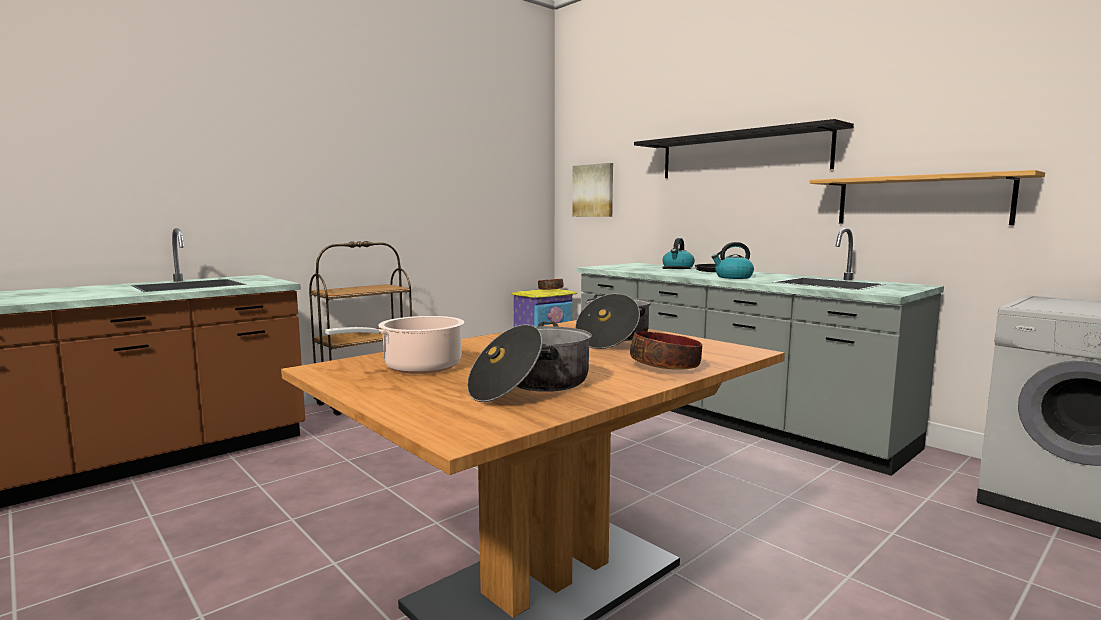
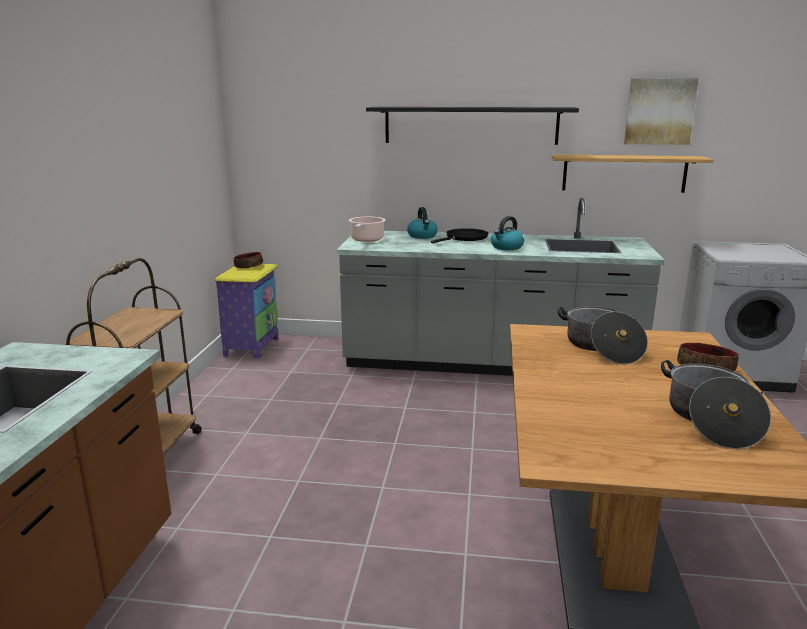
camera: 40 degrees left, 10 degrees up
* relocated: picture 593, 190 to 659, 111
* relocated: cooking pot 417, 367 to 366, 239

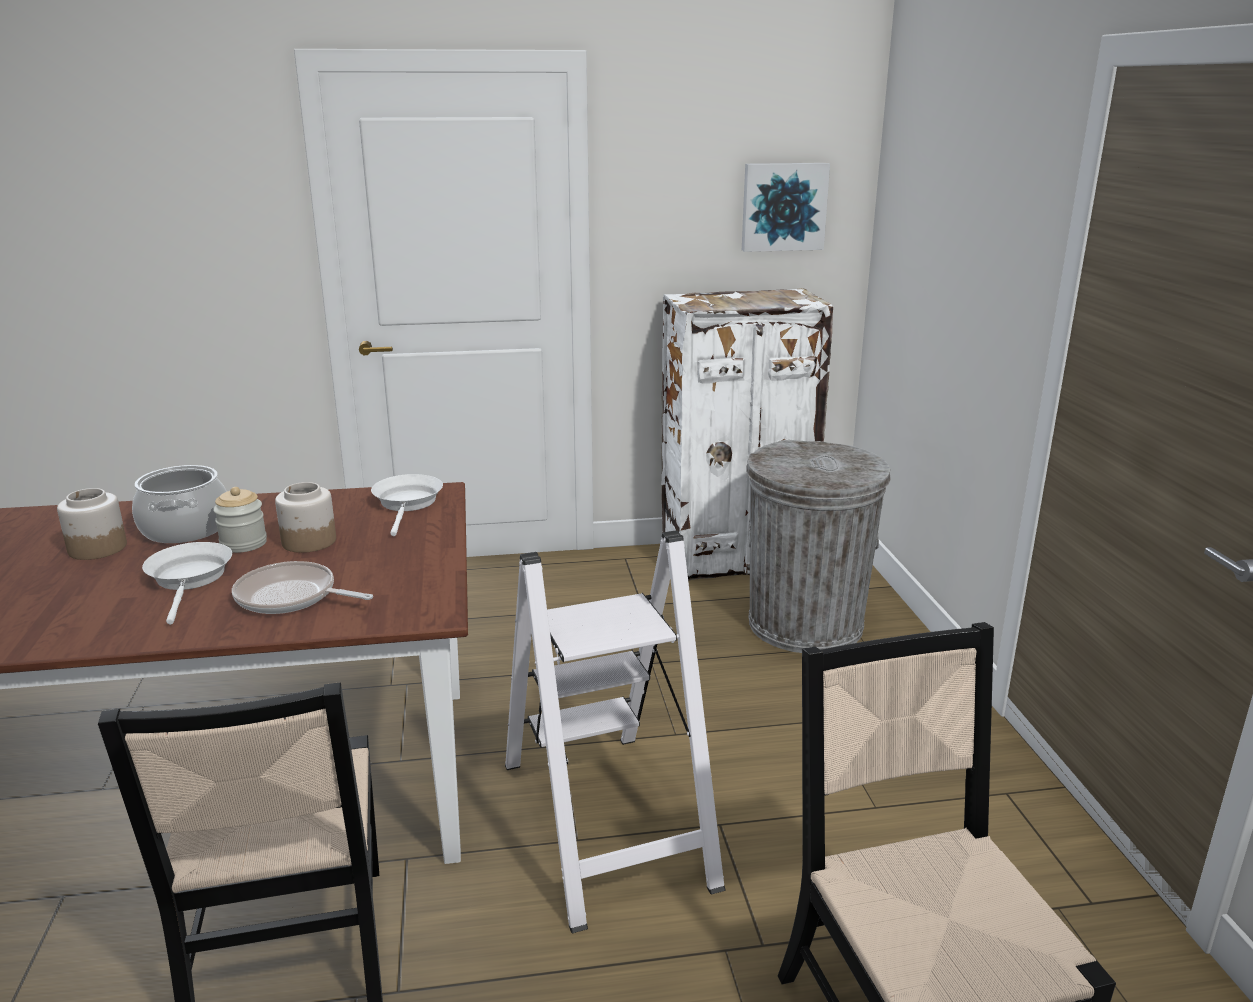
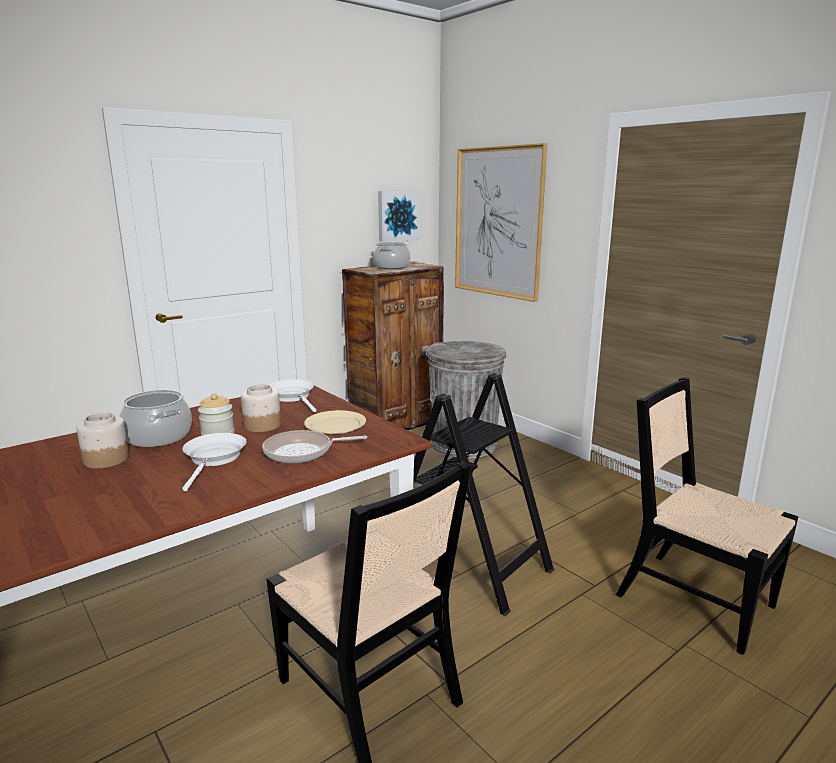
camera: 30 degrees left, 5 degrees down
* colour: storage cabinet in white 736, 559 to storage cabinet in brown-coloured 397, 423
* colour: step ladder in white 606, 824 to step ladder in blackish 467, 562
* spun: skillet in white 190, 579 = 214, 459 45 degrees clockwise
* appeared: picture 497, 222
* appeared: cooking pot 391, 266
* appeared: flat dish in beige 335, 425

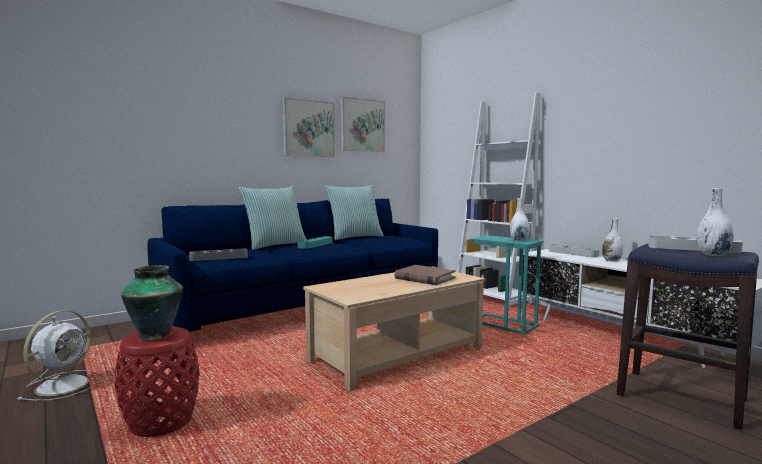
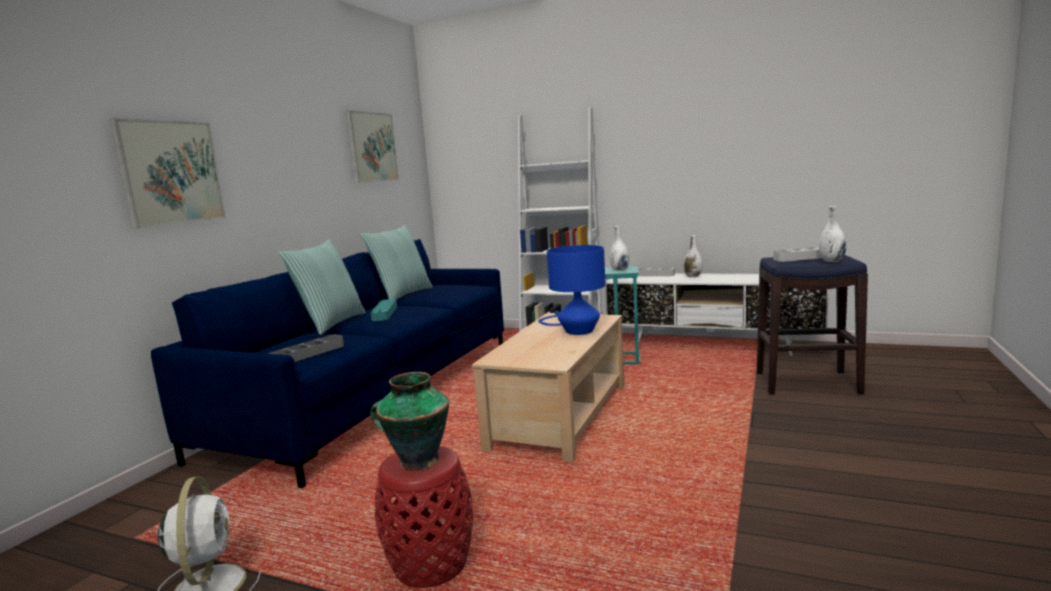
camera: 30 degrees left, 5 degrees up
* relocated: picture 309, 128 to 171, 172
* exchanged: book in brown-coloured 424, 278 to lamp for a table in blue-coloured 570, 327

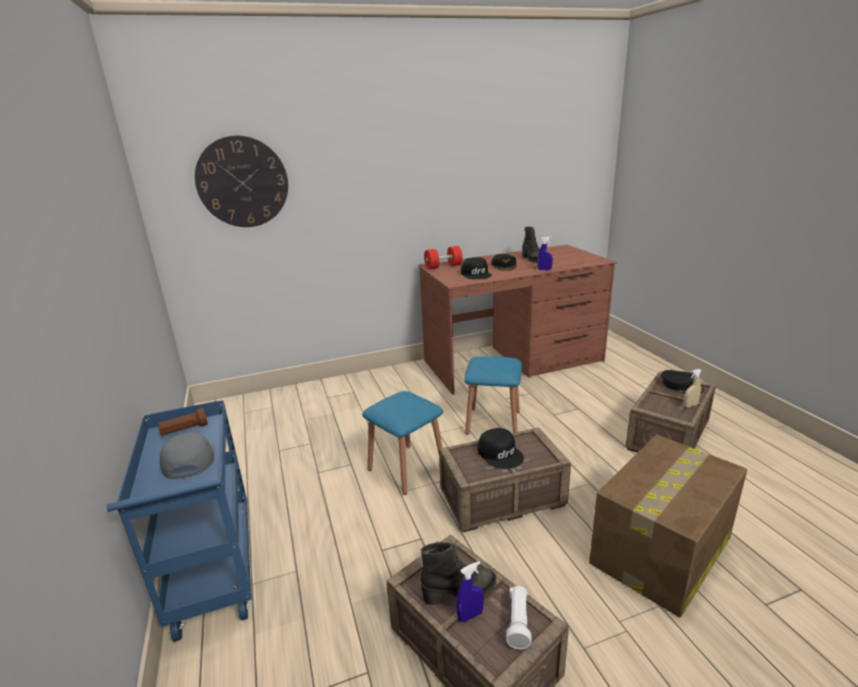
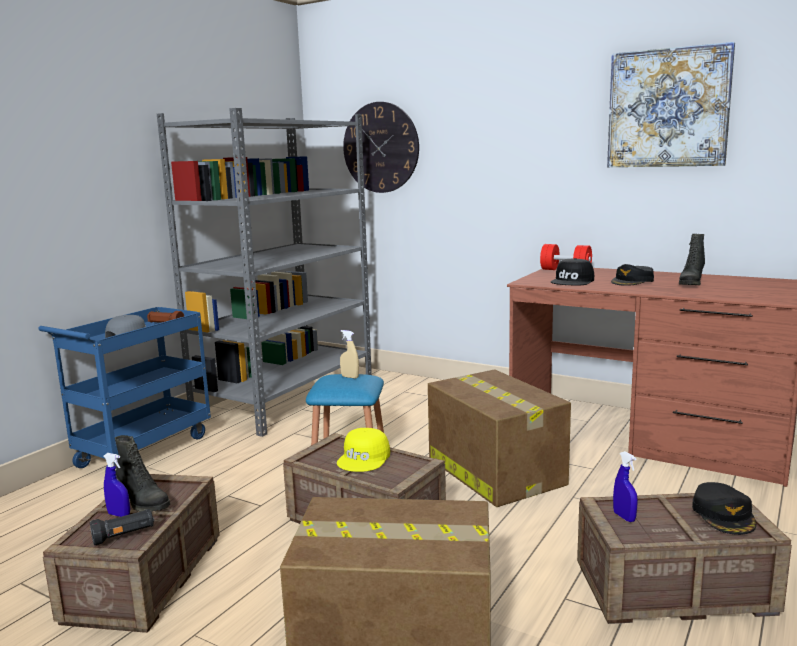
camera: 50 degrees right, 10 degrees down
* relocated: hand sprayer in blue-coloured 544, 269 to 624, 517
* exchanged: stool in blue-coloured 493, 422 to cardboard box 494, 470
* relocated: hand sprayer in beige 690, 405 to 350, 377
* colour: cap in blackish 500, 453 to cap in yellow-coloured 364, 458
* colour: hand torch in white 518, 623 to hand torch in blackish 124, 535
* appeared: picture 668, 108
* appeared: bookcase in gray 287, 398

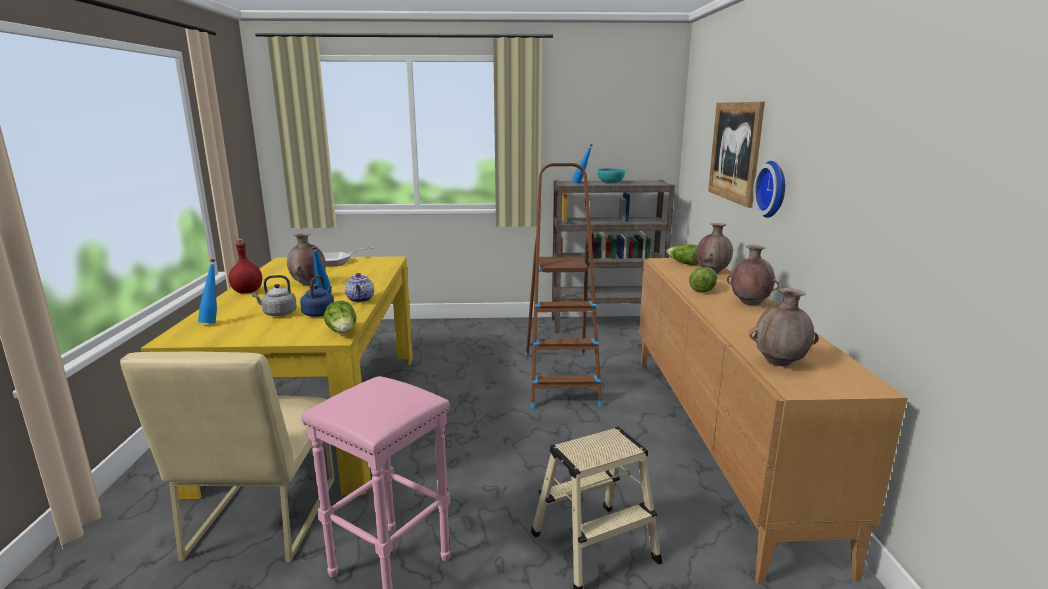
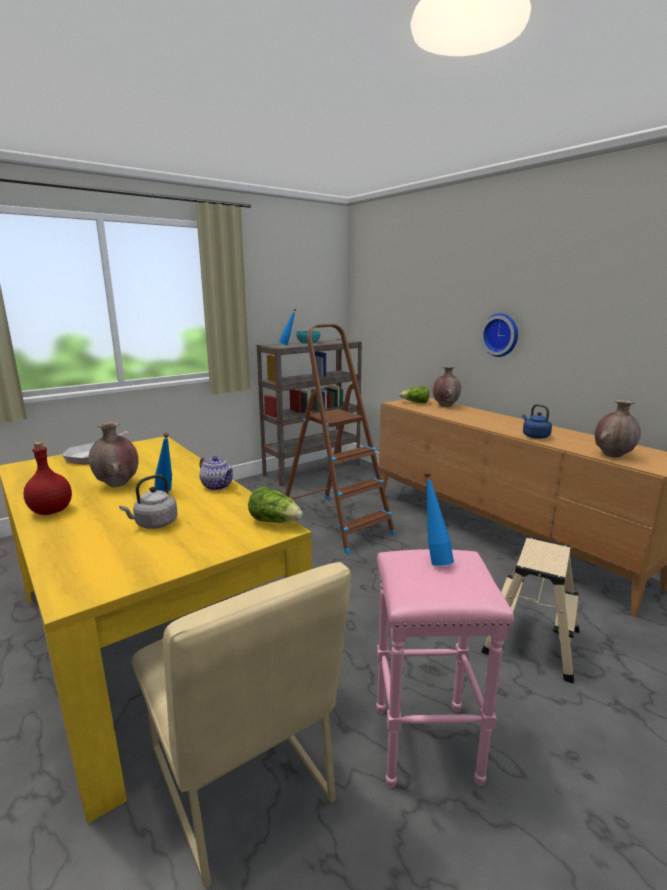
camera: 35 degrees left, 0 degrees up
* missing: picture 735, 151
* missing: decorative vase in brown-coloured 749, 303
* relocated: beverage bottle in blue-coloured 213, 322 to 434, 560
* missing: head of lettuce 702, 289
* relocated: kettle in blue-coloured 319, 313 to 534, 436

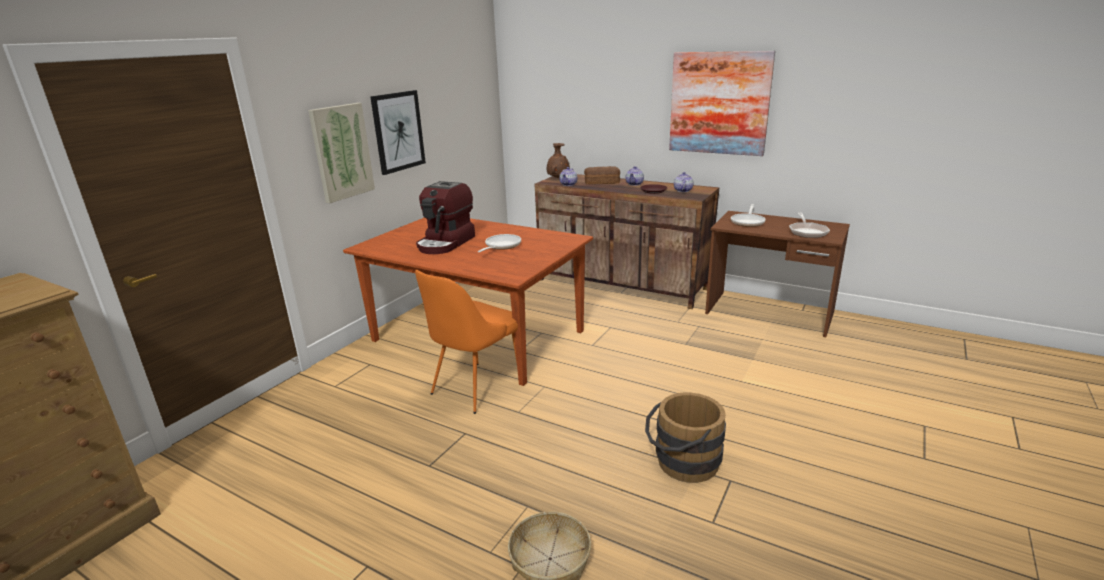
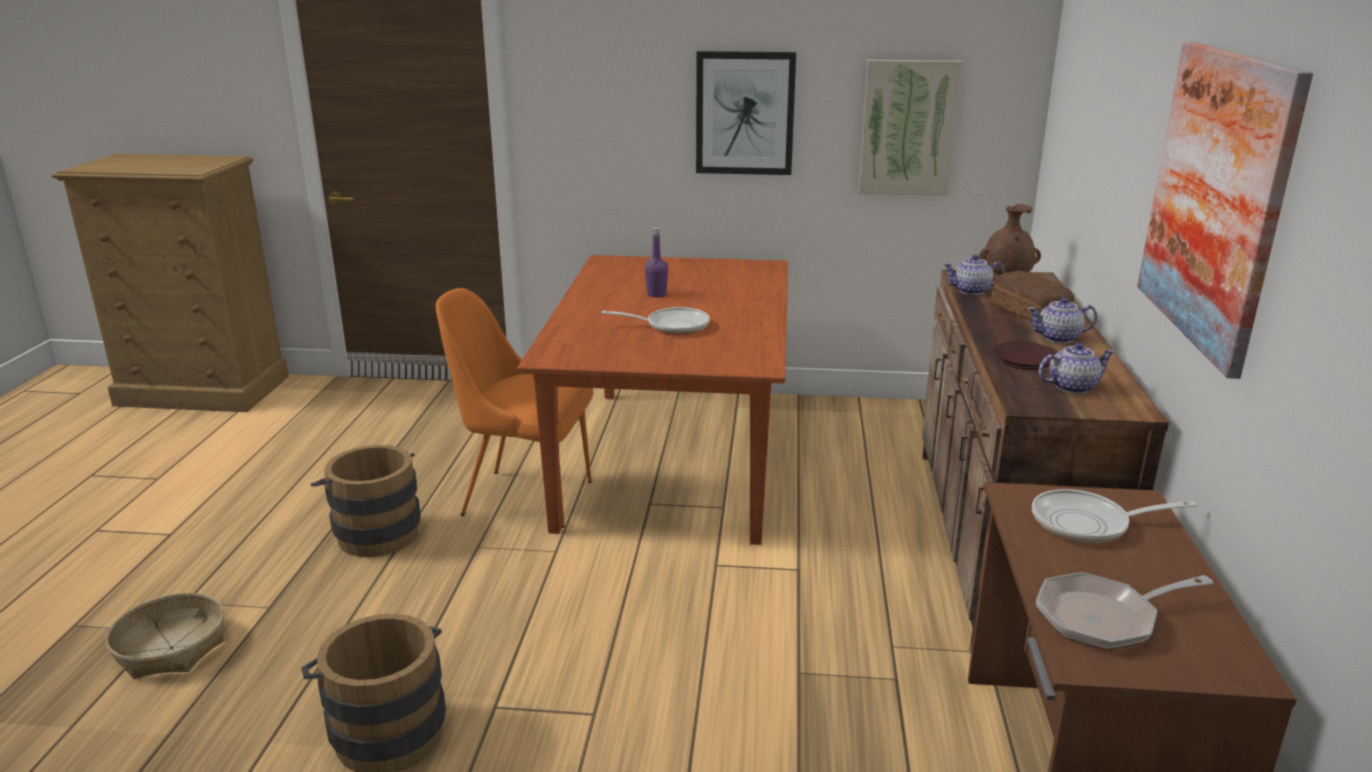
camera: 65 degrees right, 0 degrees up
* relocated: picture 341, 152 to 908, 128
* exchanged: coffee brewer 446, 243 to beverage bottle in purple 656, 294
* appeared: water bucket in brown-coloured 374, 532

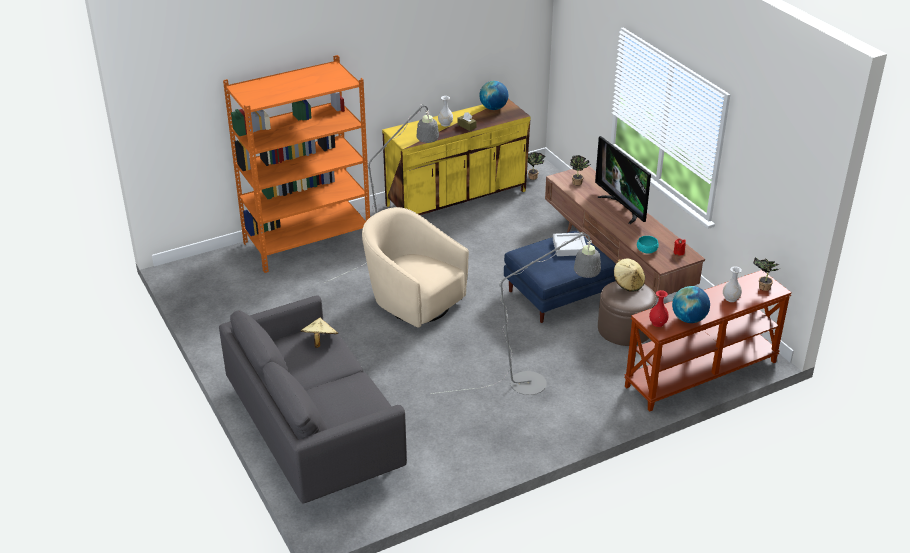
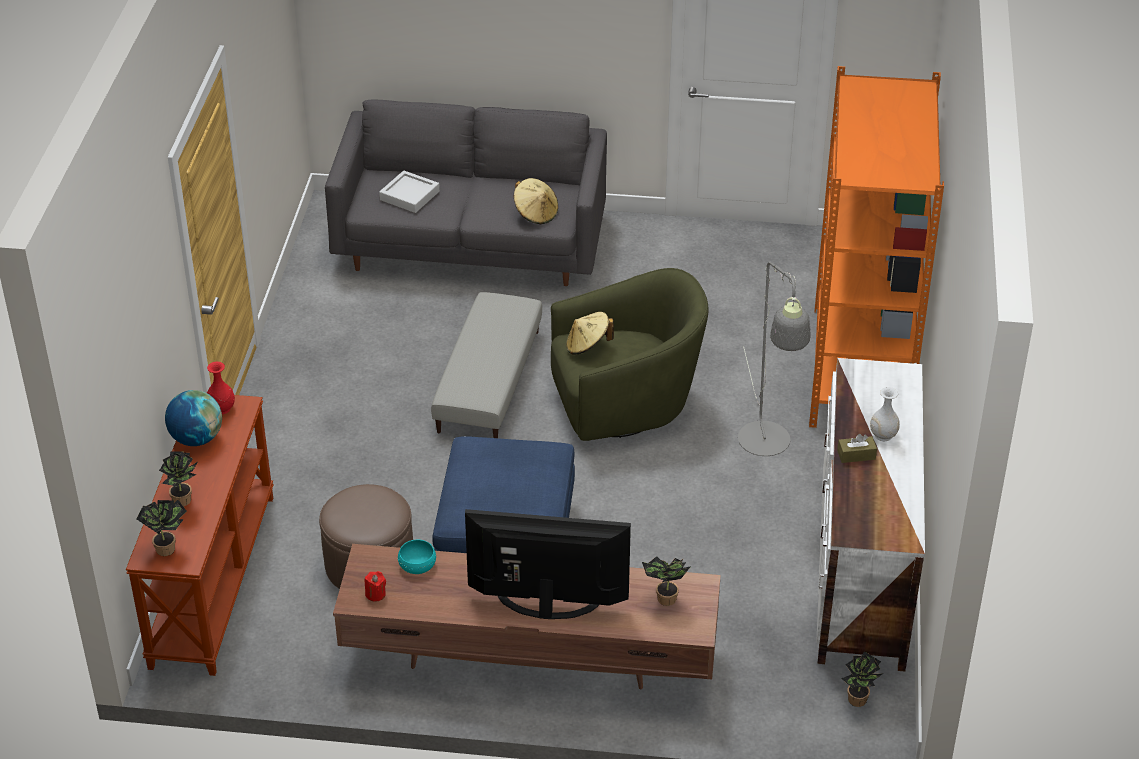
camera: 125 degrees right, 5 degrees up
* missing: desk globe 493, 108
* colour: storage cabinet in yellow-coloured 458, 198 to storage cabinet in white 860, 571
* colour: lounge chair in beige 413, 301 to lounge chair in green-coloured 626, 404
* missing: standing lamp in gray 538, 381
* relocated: tray in gray 569, 247 to 409, 196
* relocated: clothing hat in beige 628, 284 to 587, 346
* exchanged: decorative vase in white 731, 298 to potted plant 184, 501
* appeared: pouffe in gray 488, 381

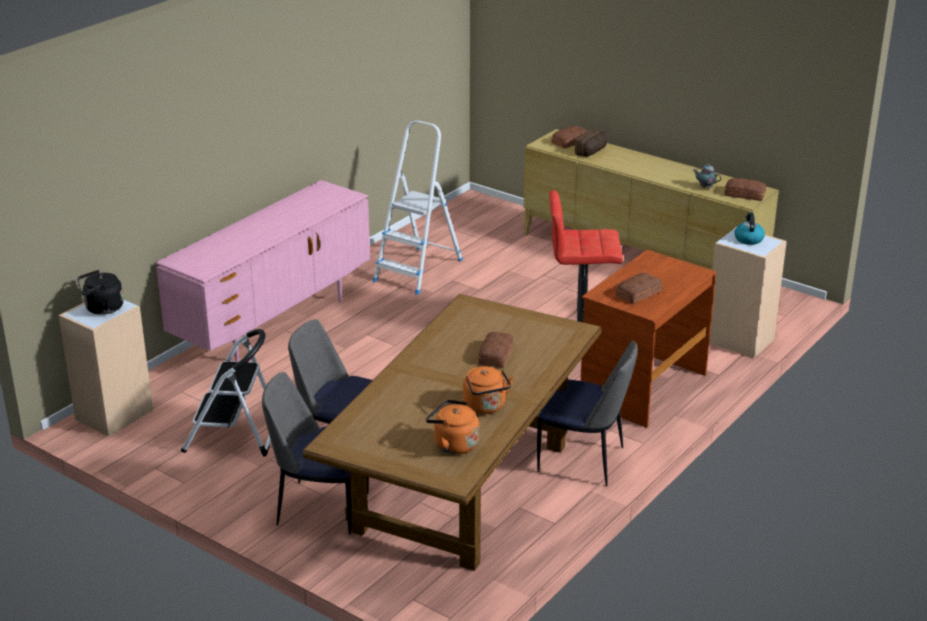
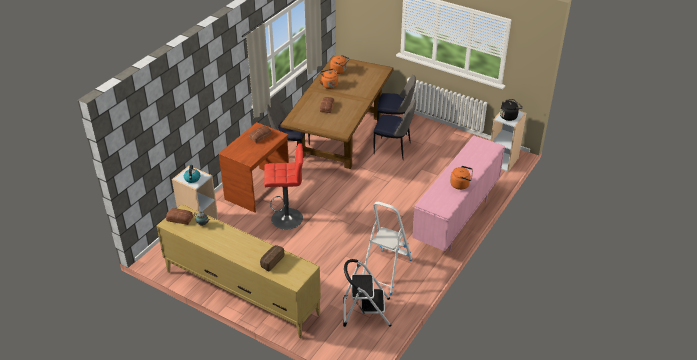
camera: 175 degrees right, 10 degrees up
* missing: baked bread 569, 141
* relocated: step ladder 235, 435 to 364, 312
* appeared: kettle in orange 461, 185

